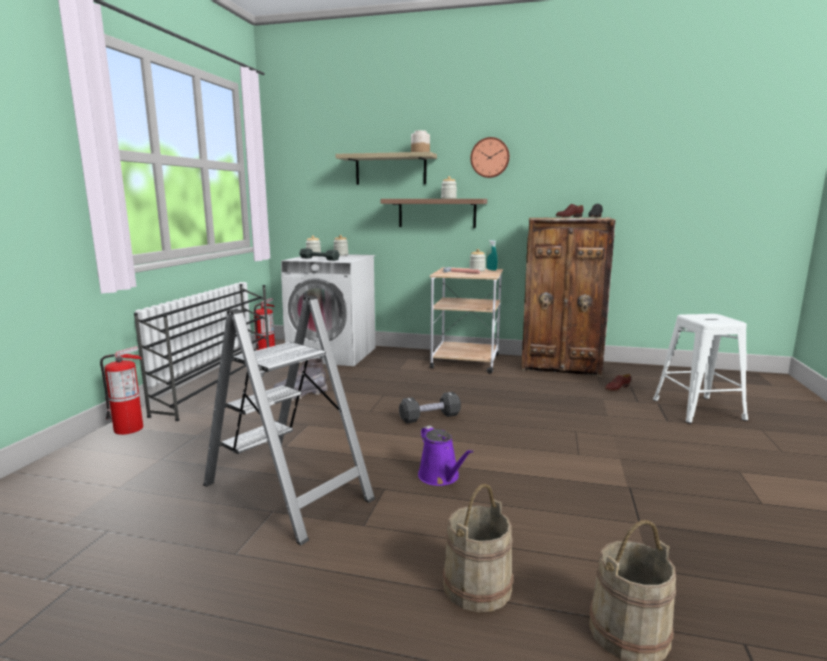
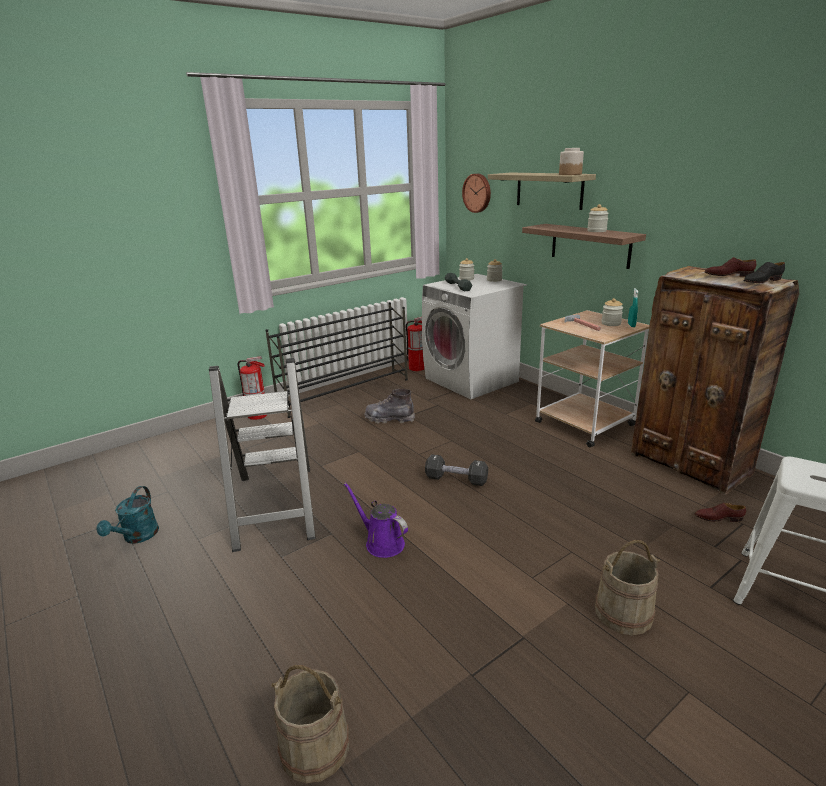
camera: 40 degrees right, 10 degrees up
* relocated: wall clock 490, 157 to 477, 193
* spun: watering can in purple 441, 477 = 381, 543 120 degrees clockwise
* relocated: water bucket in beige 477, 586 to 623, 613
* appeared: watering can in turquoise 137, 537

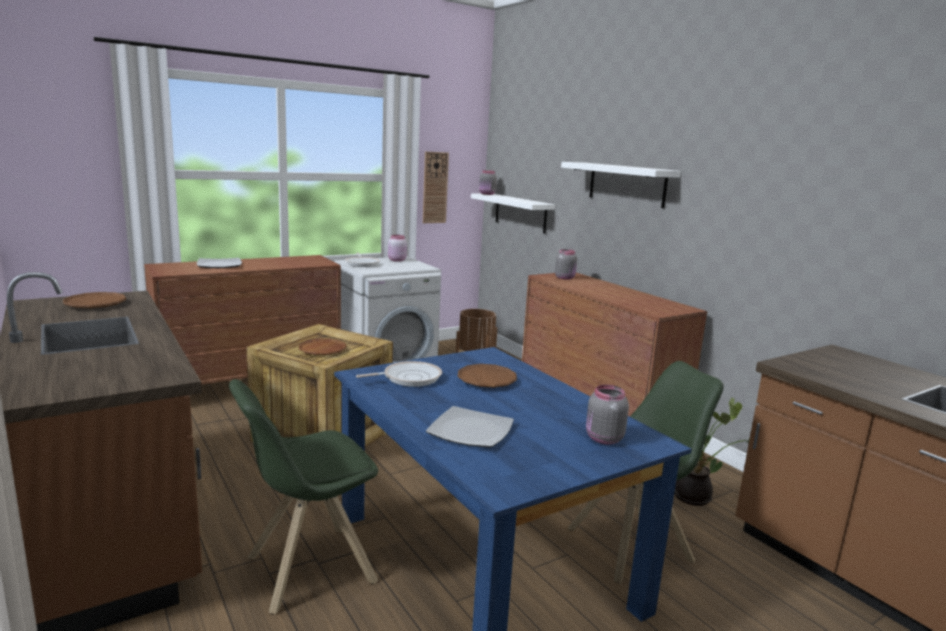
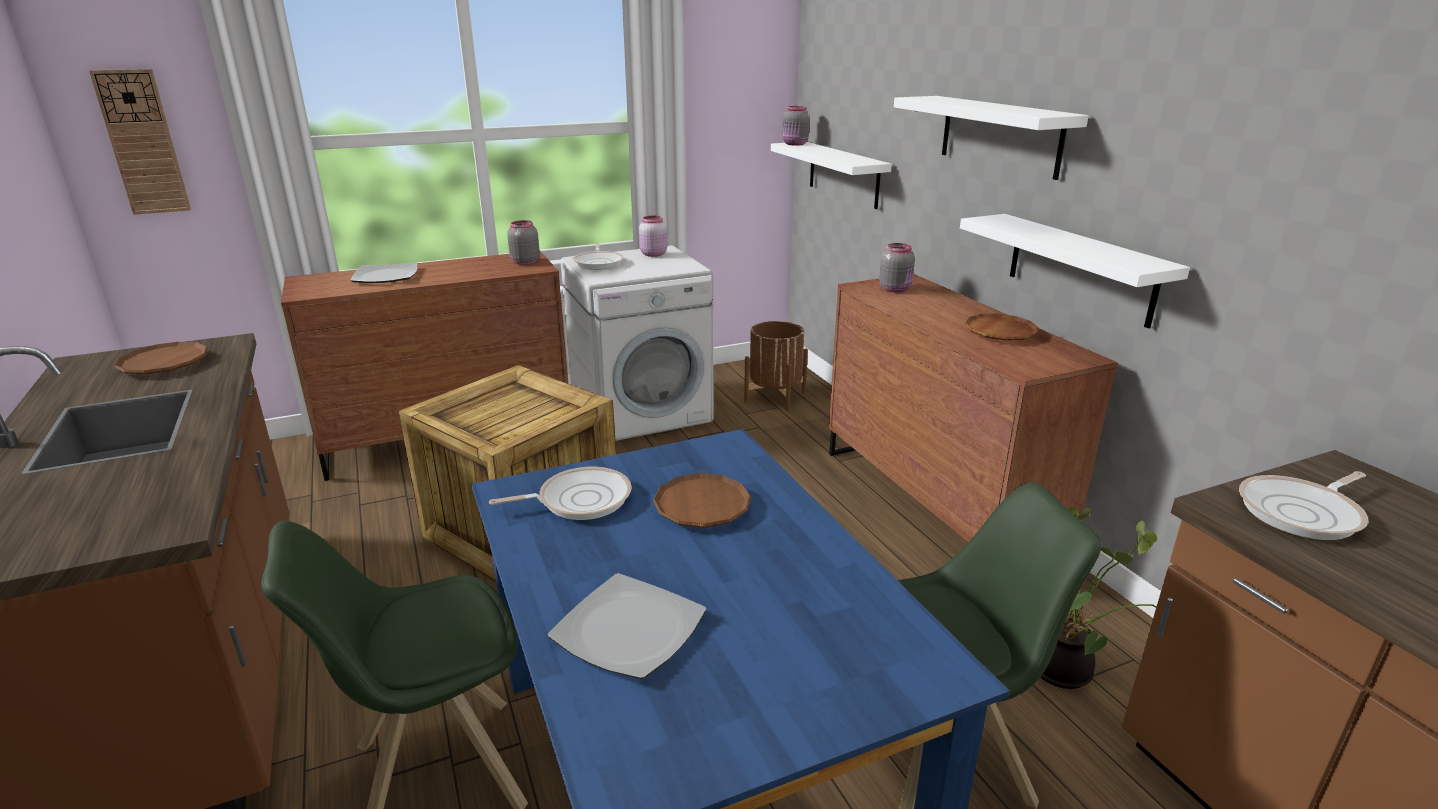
camera: 10 degrees right, 10 degrees up
* relocated: wall clock 435, 187 to 142, 143
* relocated: flat dish in brown-coloured 322, 350 to 1000, 332
* relocated: preserve jar in gray 603, 439 to 524, 262
* appeared: bracket shelf in white 1080, 268
* appeared: skillet 1303, 513

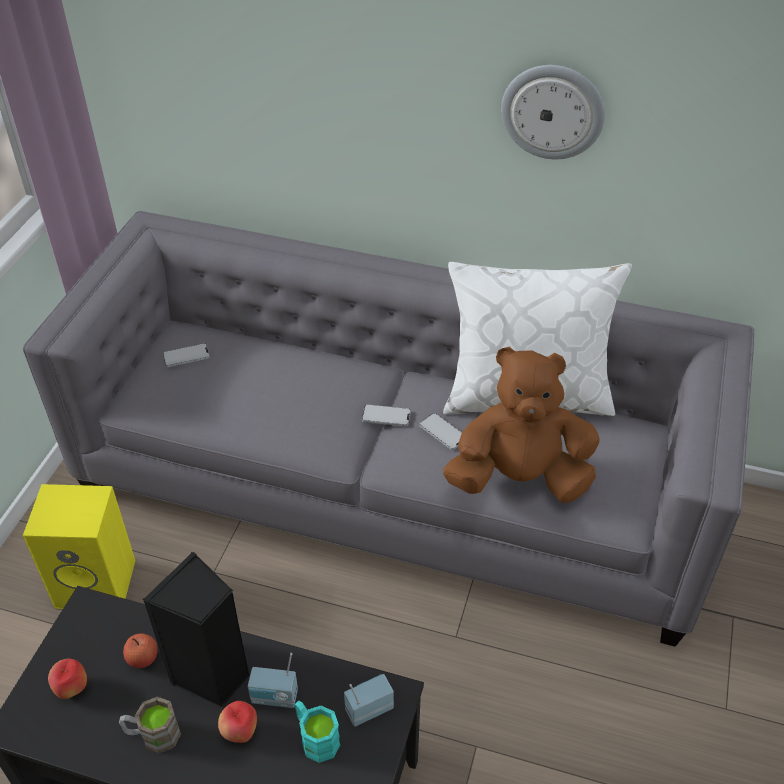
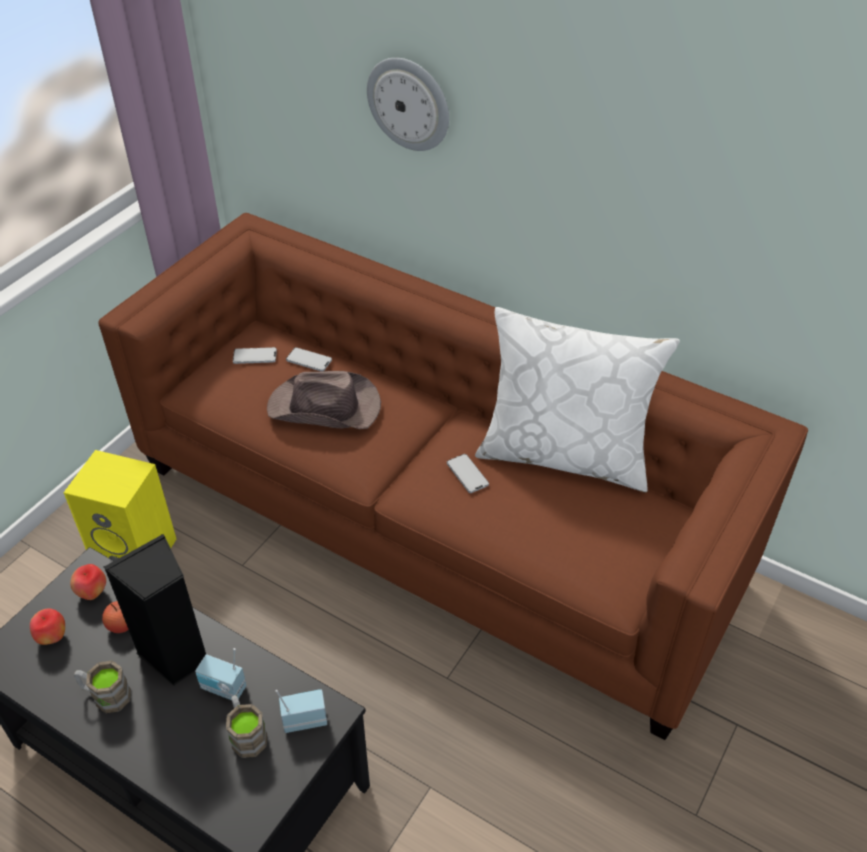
camera: 15 degrees right, 0 degrees up
* relocated: wall clock 553, 111 to 409, 103
* colour: settee in gray 392, 491 to settee in brown-coloured 433, 524
* missing: plush toy in brown-coloured 519, 478
* relocated: phone 386, 416 to 309, 360
* relocated: apple 240, 732 to 92, 593
* colour: tea mug in turquoise 315, 737 to tea mug in brown-coloured 246, 734
* appeared: clothing hat in brown-coloured 325, 408

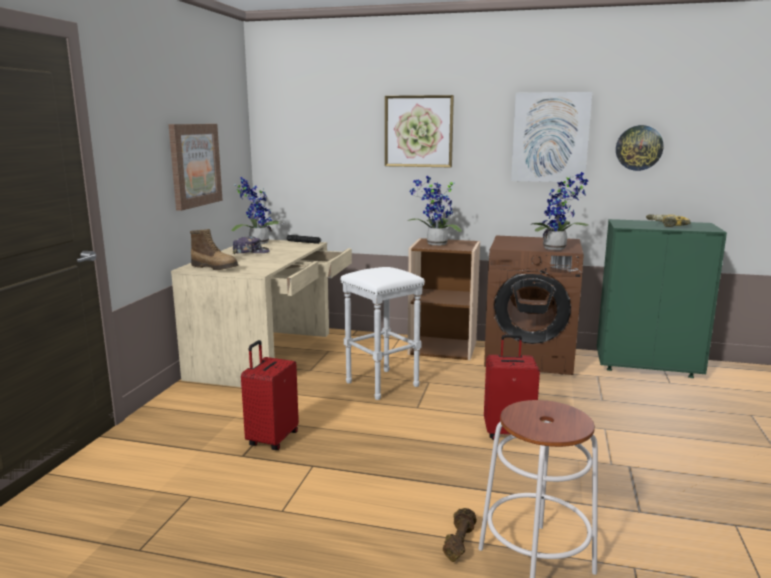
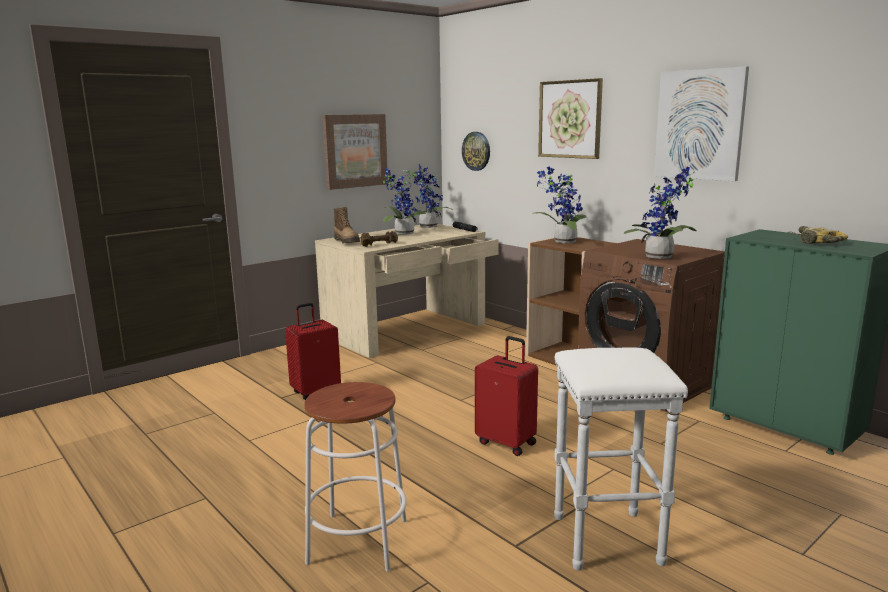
camera: 35 degrees right, 0 degrees up
* relocated: wall clock 639, 148 to 476, 151
* exchanged: cap 251, 252 to potted plant 402, 233
* relocated: stool in white 384, 384 to 609, 540
* relocated: dumbbell in brown-coloured 458, 542 to 379, 244

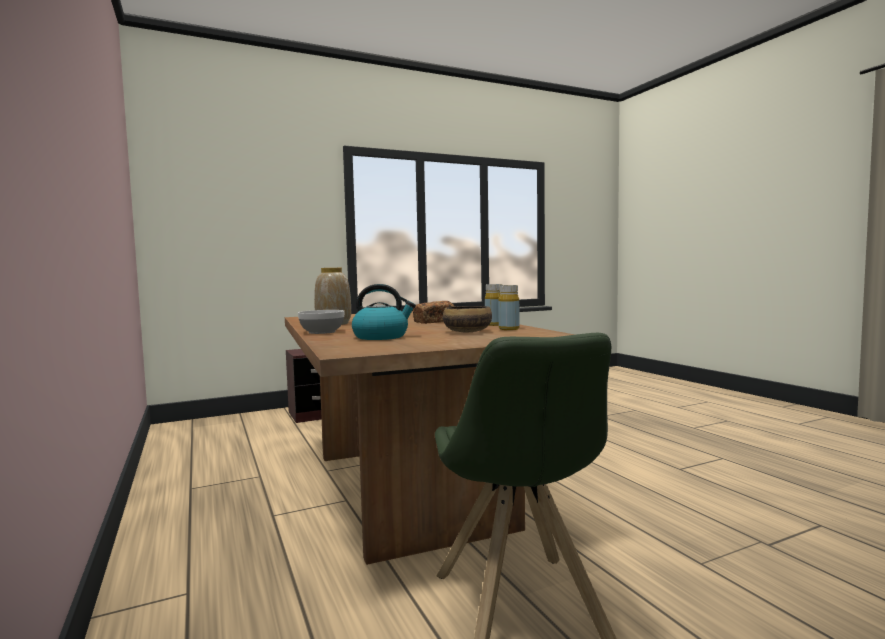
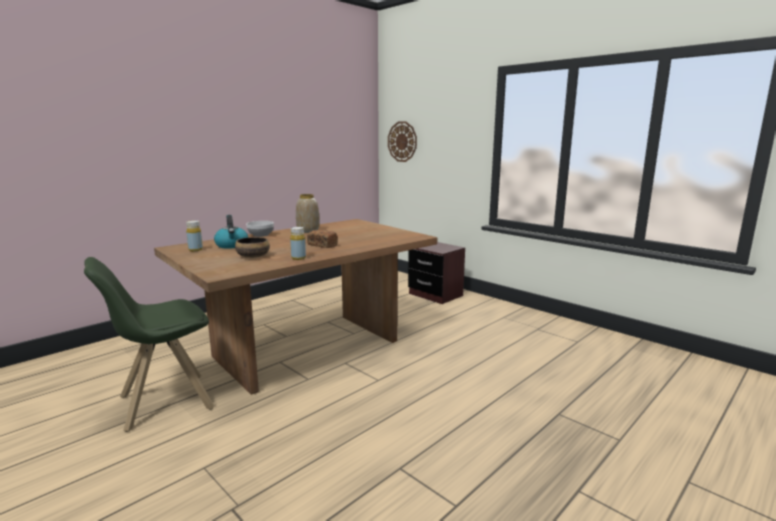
camera: 70 degrees right, 10 degrees up
* relocated: beverage bottle in yellow-coloured 509, 329 to 195, 250
* appeared: wall clock 402, 141

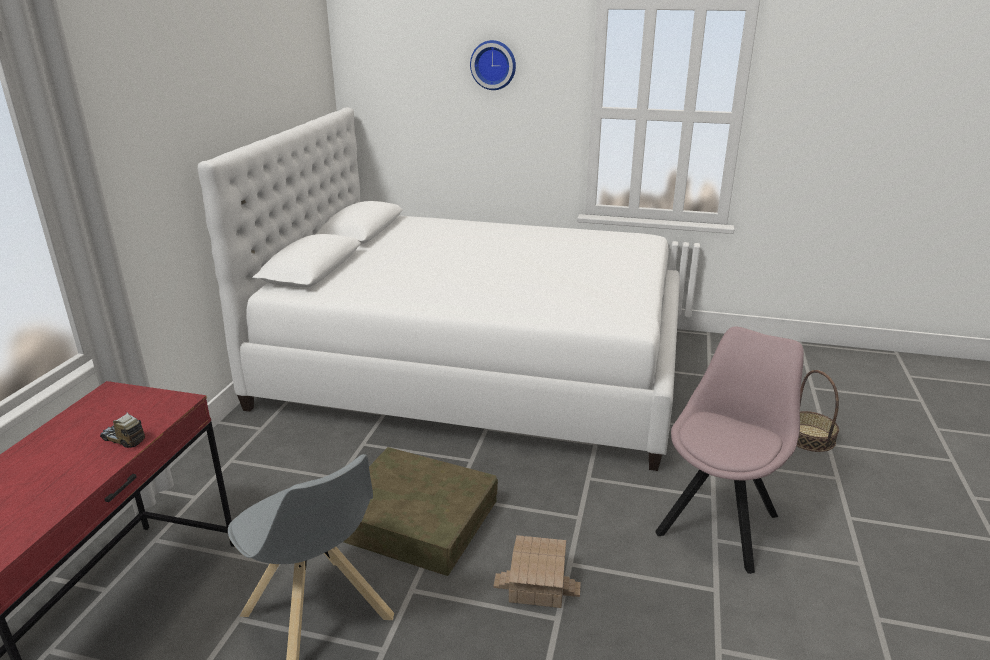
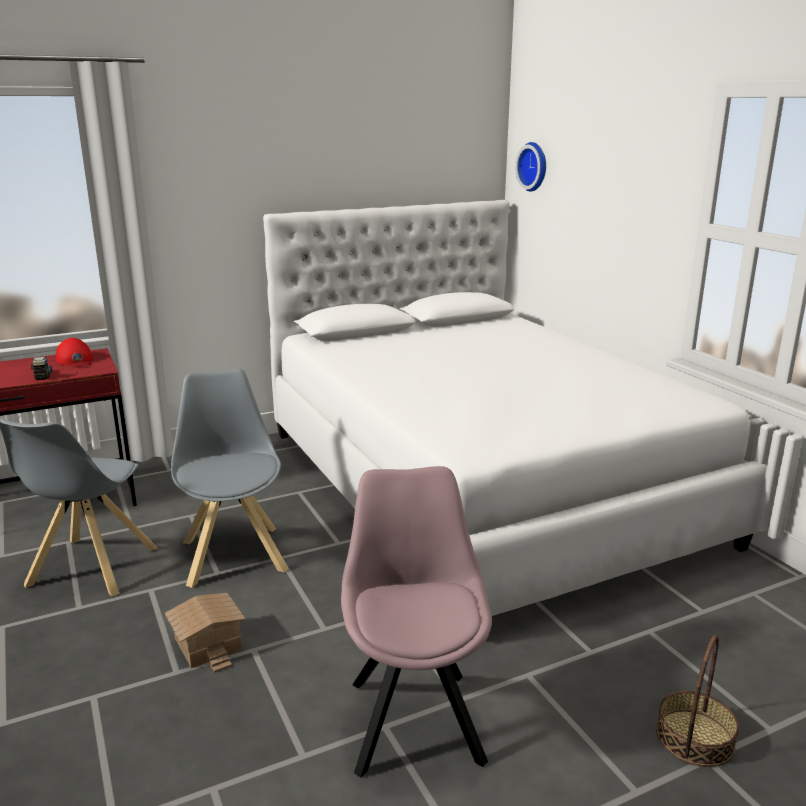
camera: 50 degrees right, 5 degrees down
* relocated: wall clock 493, 65 to 534, 166
* spun: plain chair in pink-coloured 719, 524 = 414, 720 90 degrees counterclockwise
* exchanged: storage bin in brown-coloured 416, 518 to plain chair in gray 234, 554
* appeared: cap in red 75, 360

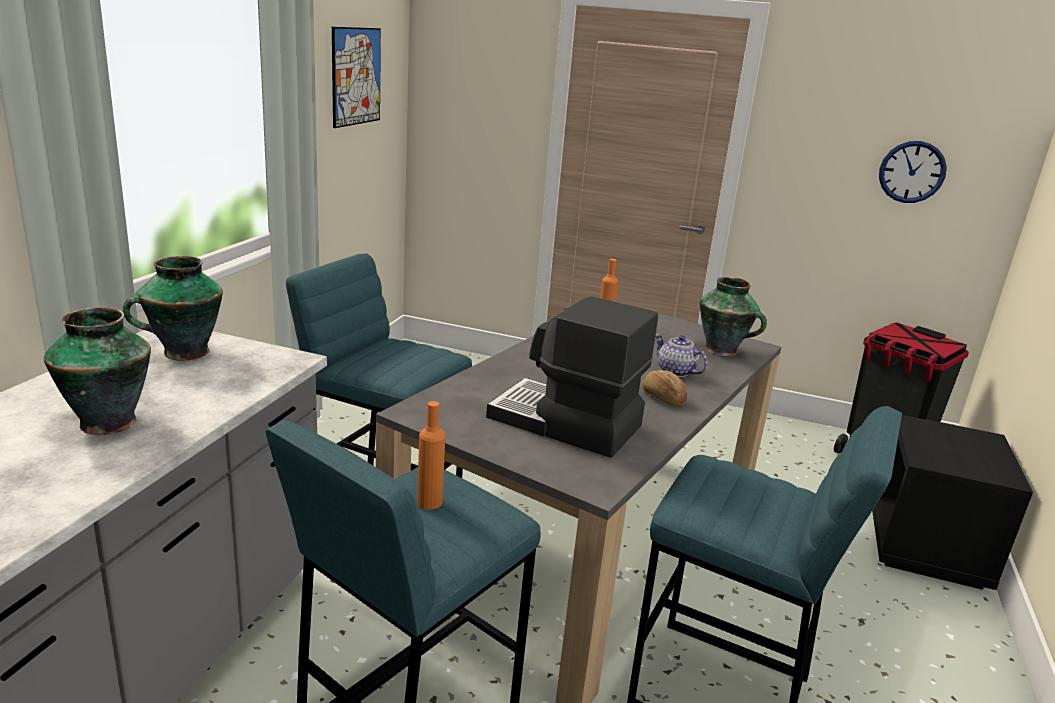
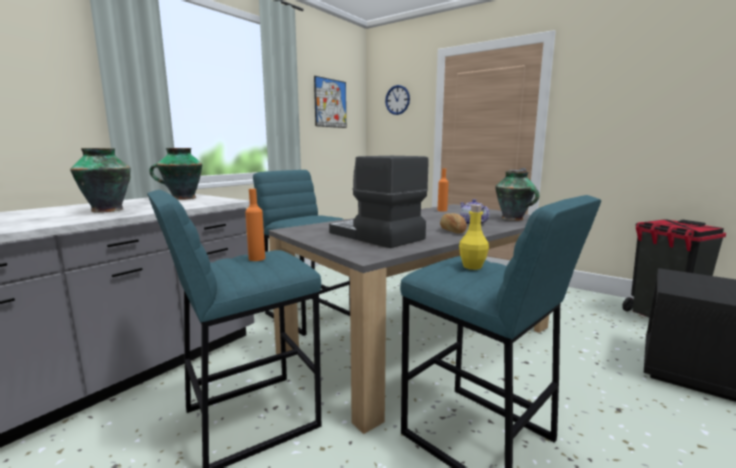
camera: 20 degrees right, 10 degrees down
* relocated: wall clock 912, 172 to 397, 100
* appeared: beverage bottle in yellow-coloured 472, 267

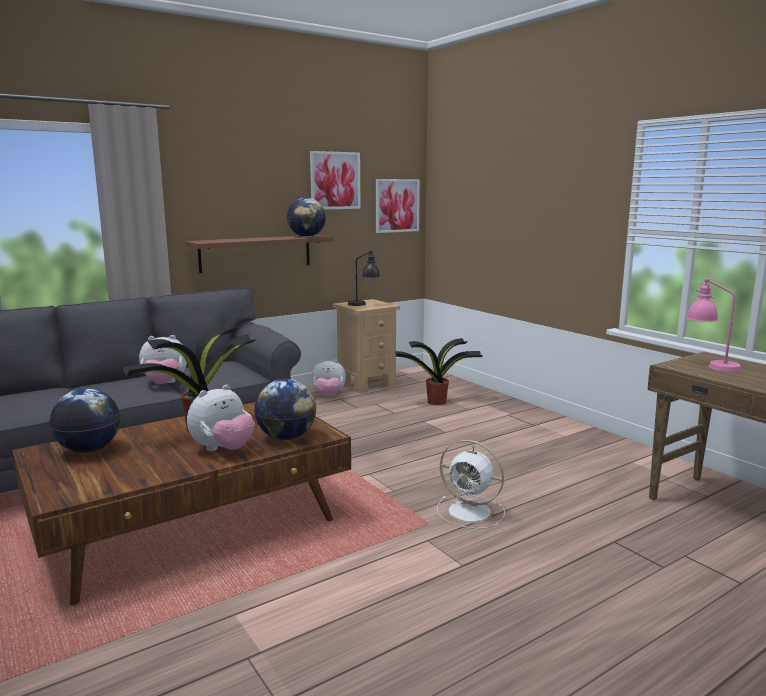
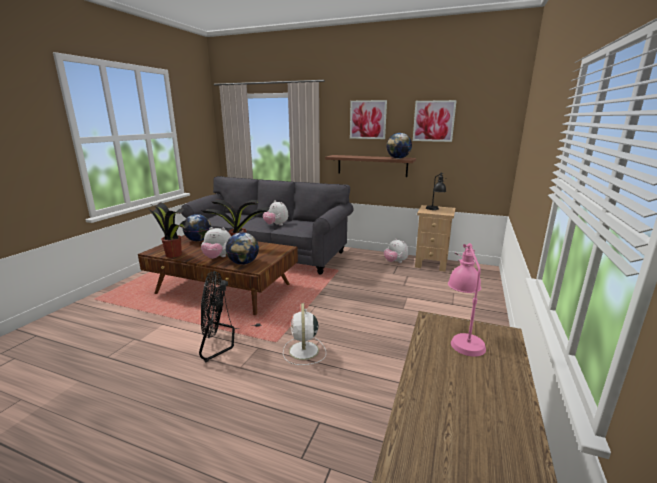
camera: 55 degrees right, 5 degrees up
* relocated: picture 397, 205 to 368, 119
* relocated: potted plant 438, 402 to 174, 255
* appeared: electric fan in blackish 223, 338

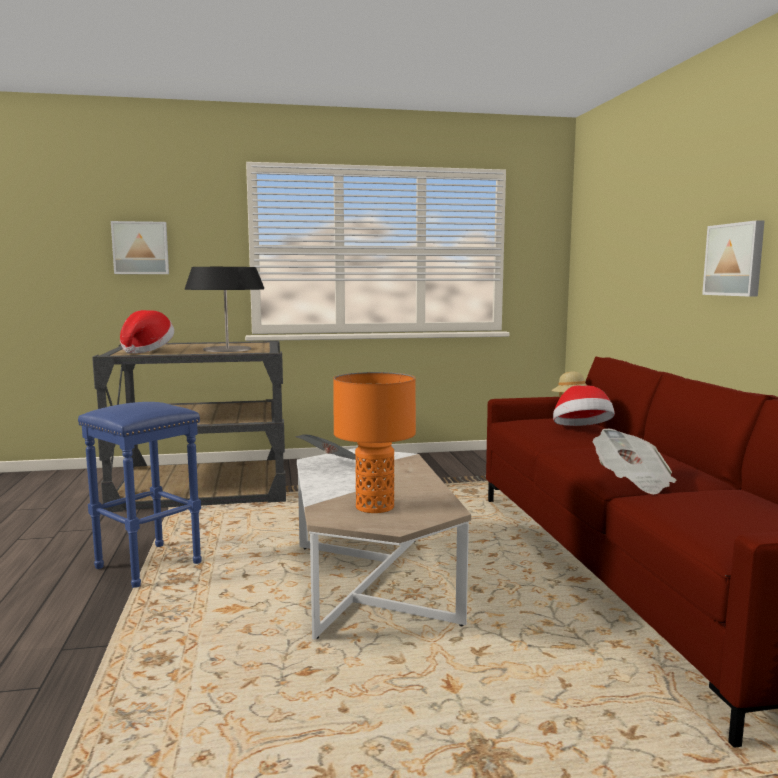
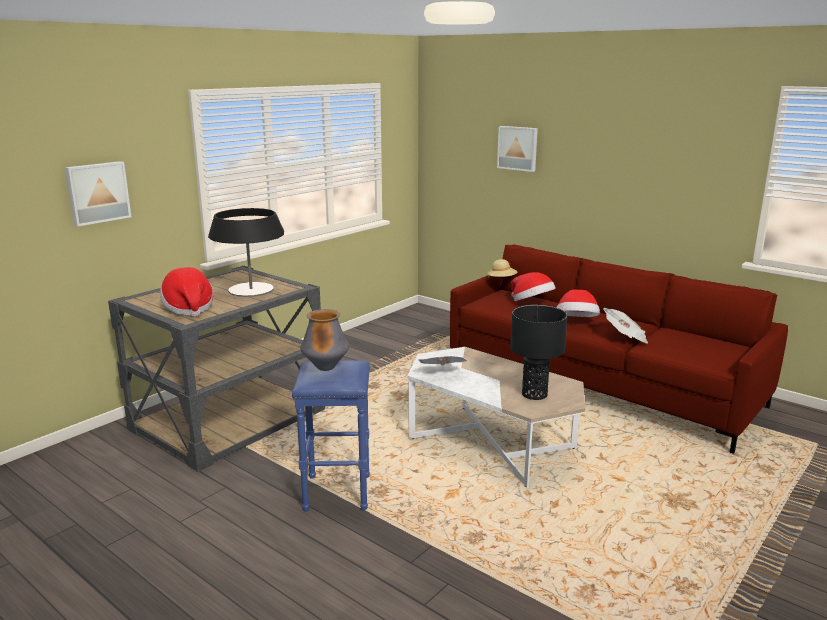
camera: 40 degrees left, 10 degrees up
* relocated: picture 735, 259 to 518, 148
* colour: lamp for a table in orange 374, 507 to lamp for a table in blackish 535, 394
* appeared: clothing hat 576, 322
* appeared: decorative vase 325, 368

